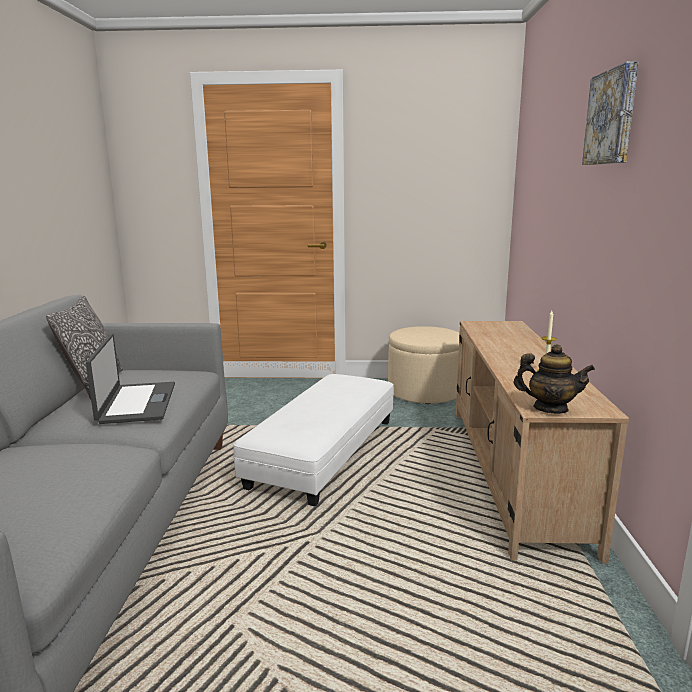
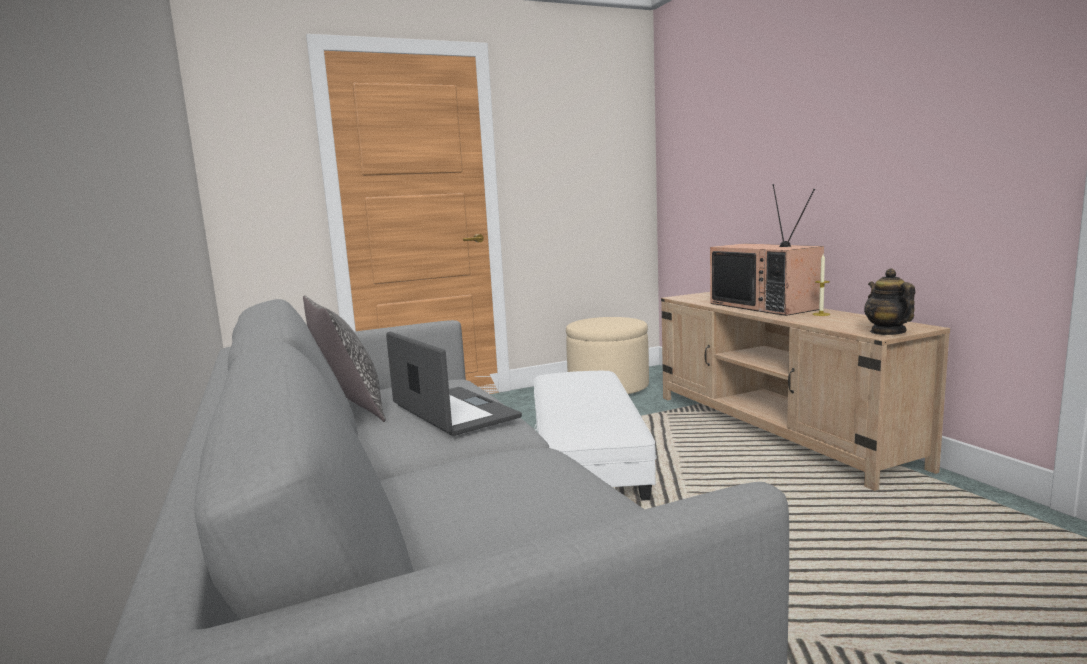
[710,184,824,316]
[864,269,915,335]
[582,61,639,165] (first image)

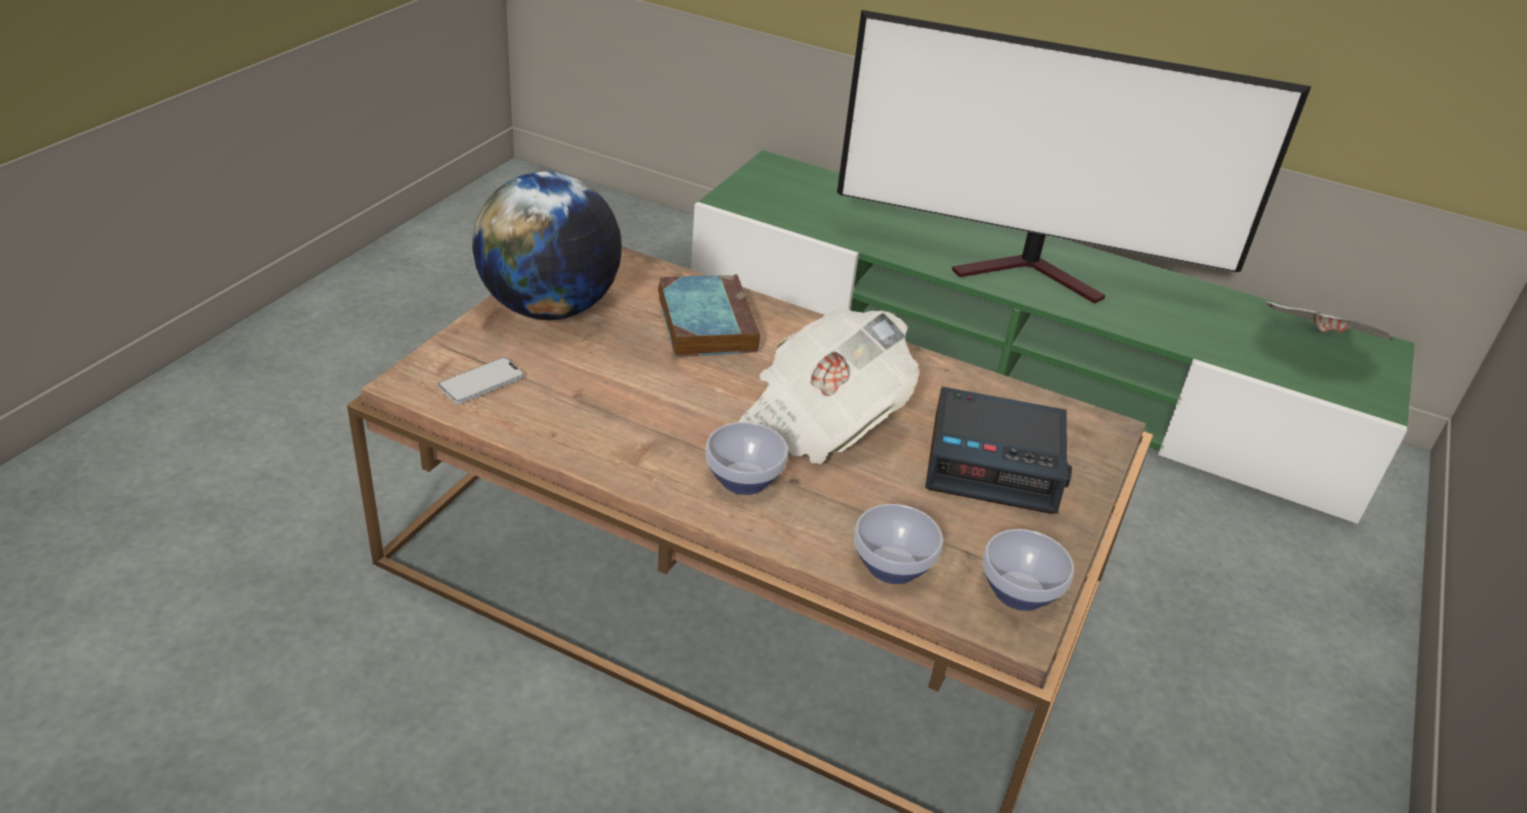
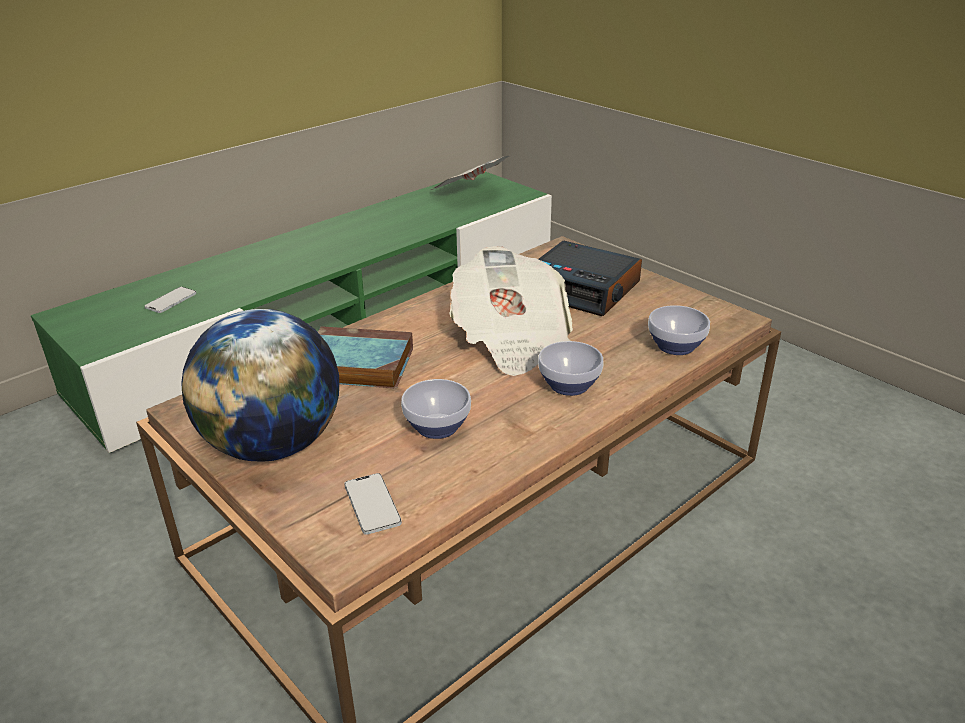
[144,287,197,313]
[401,379,471,439]
[538,241,642,316]
[837,10,1311,304] (first image)

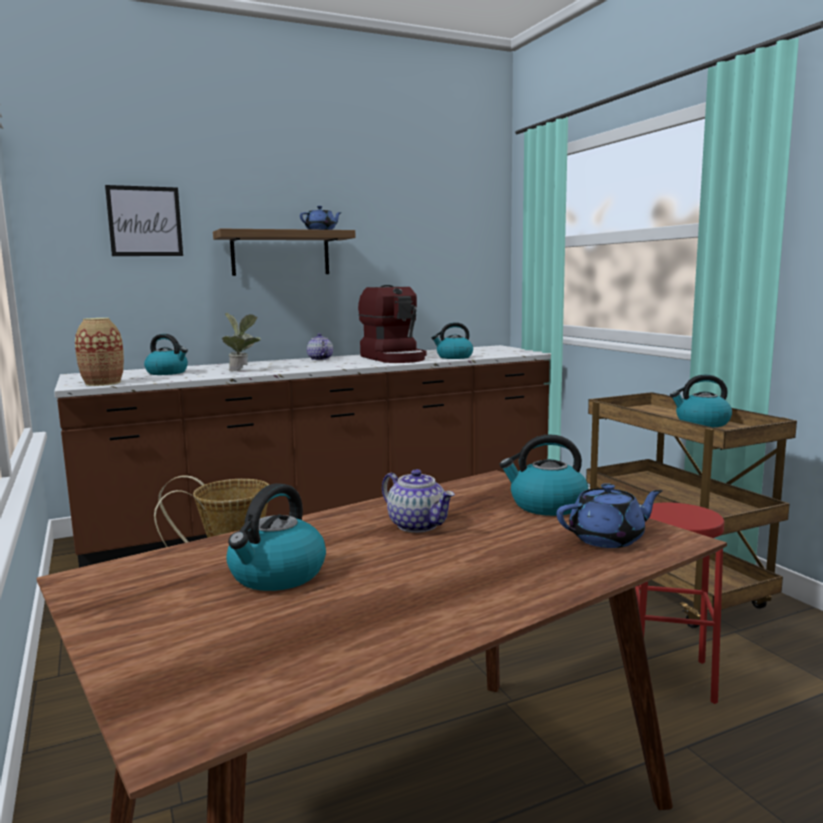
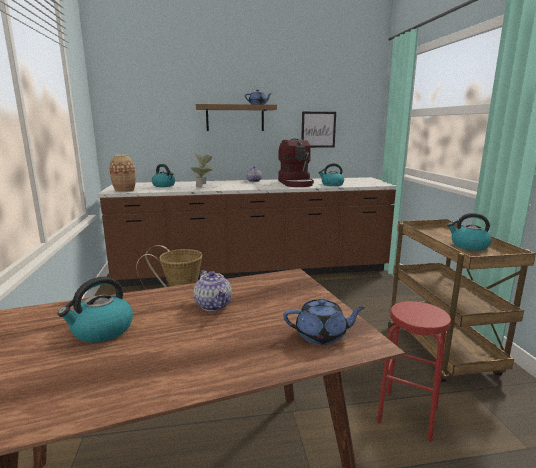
[301,112,336,148]
[499,435,589,516] (first image)

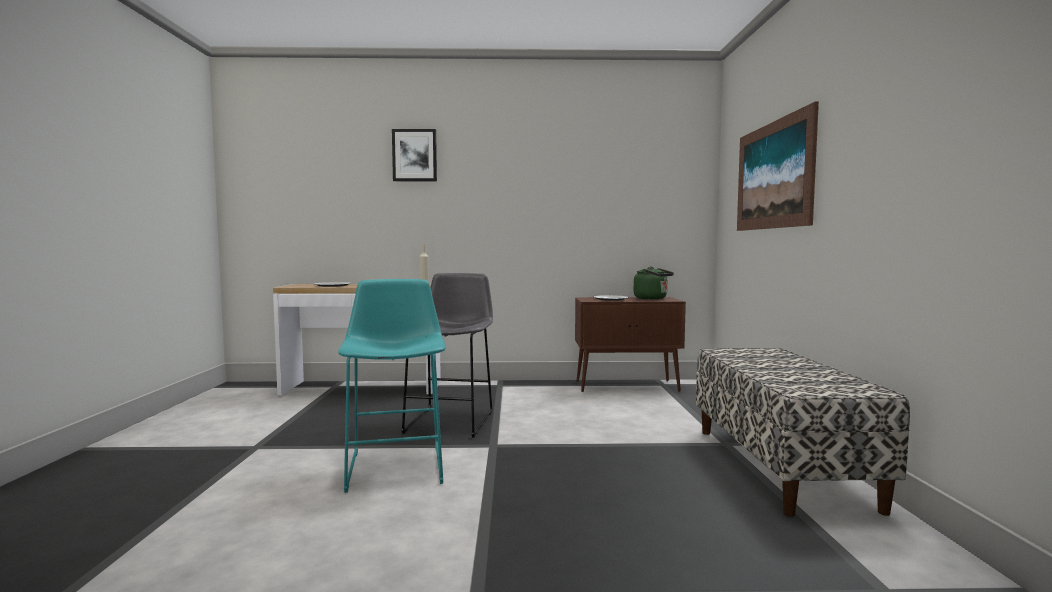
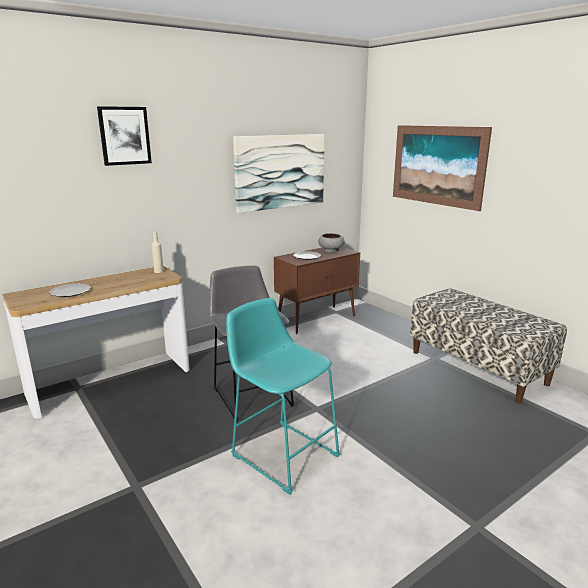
[233,134,325,213]
[318,233,345,252]

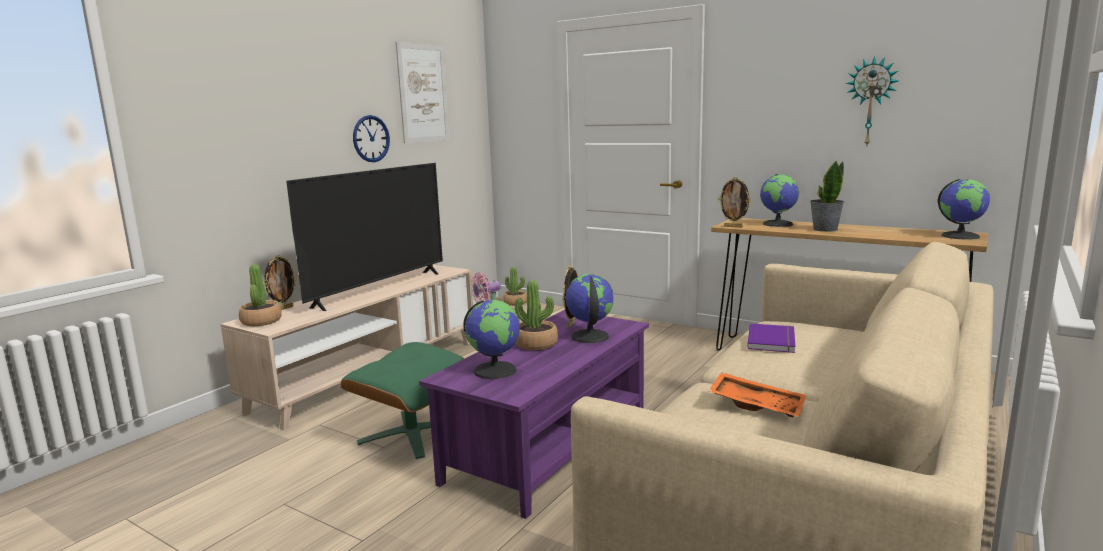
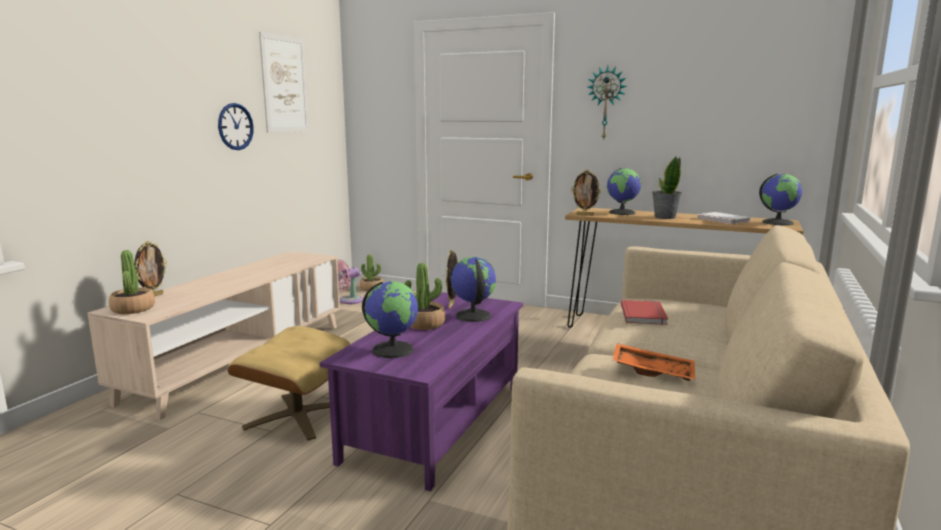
[228,326,350,441]
[588,66,627,139]
[621,300,668,325]
[697,212,751,224]
[286,163,443,311] (first image)

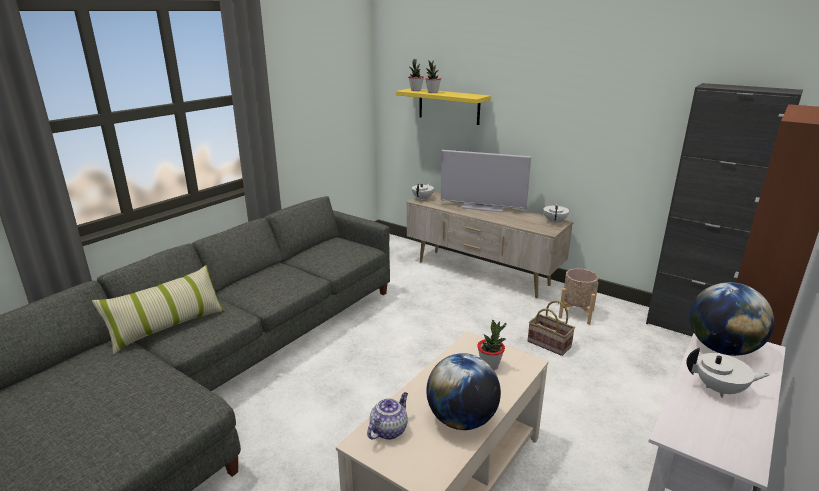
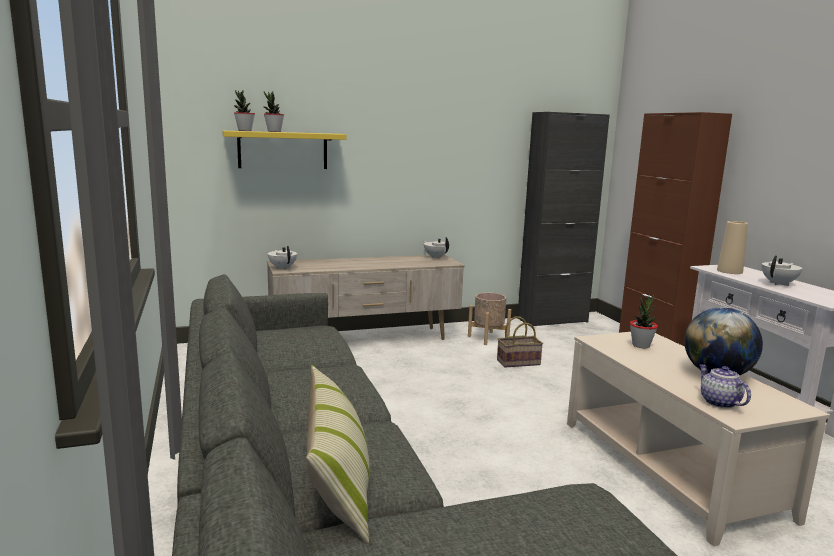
[717,221,748,274]
[441,150,531,213] (first image)

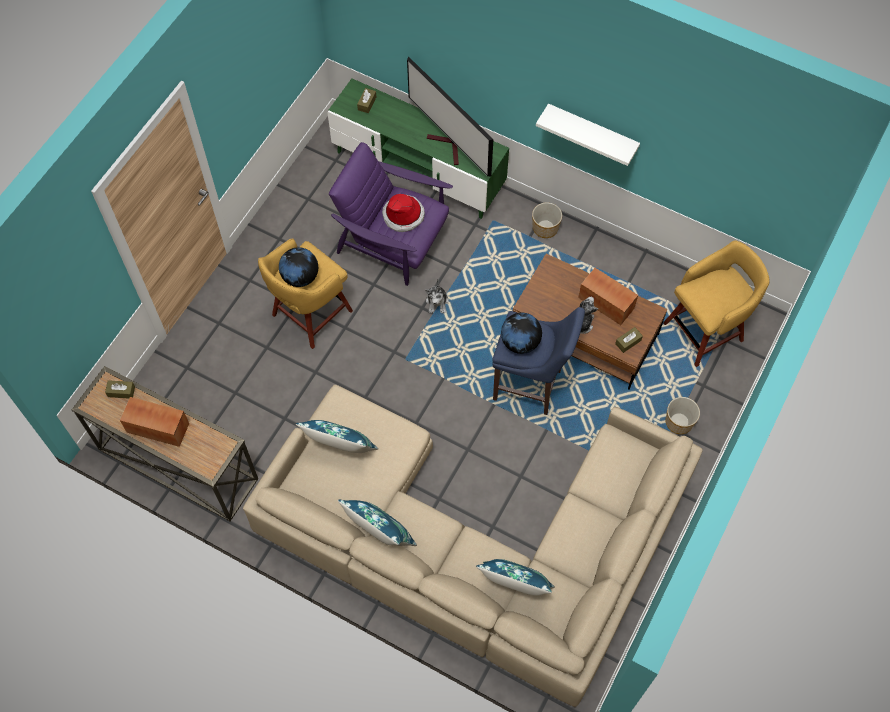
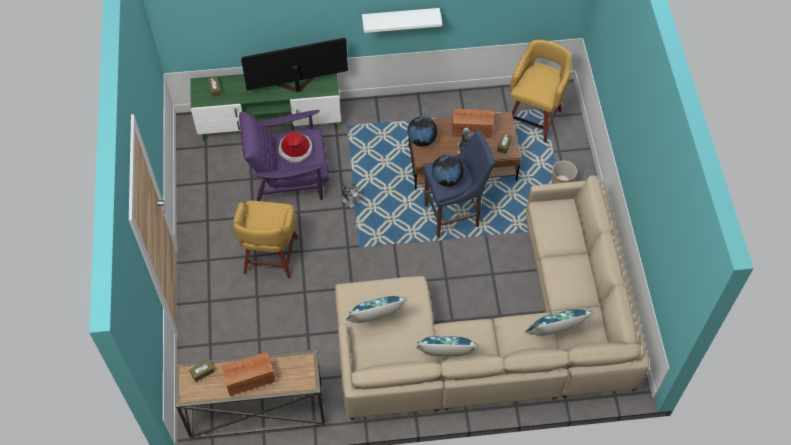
[241,38,348,92]
[407,116,437,146]
[532,202,562,238] (first image)

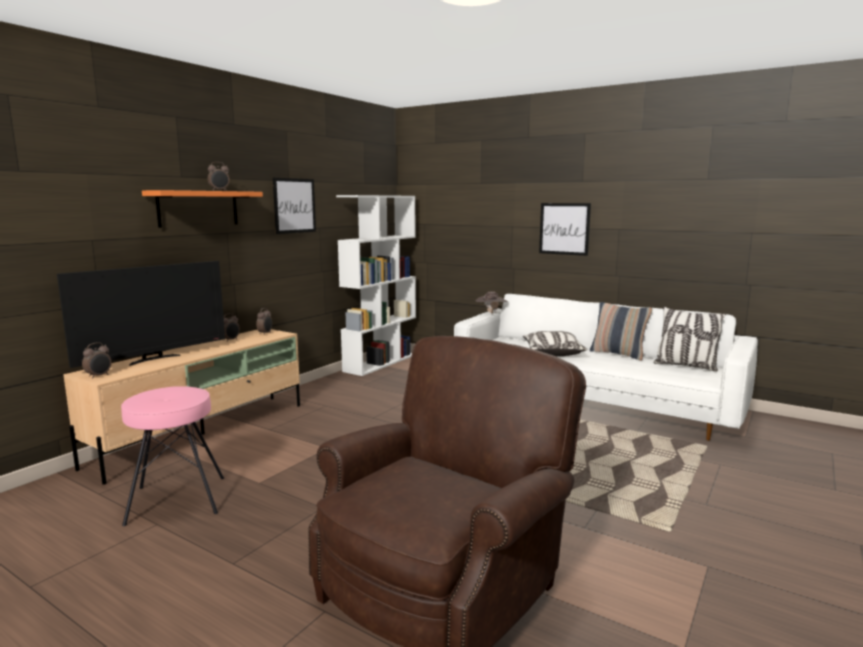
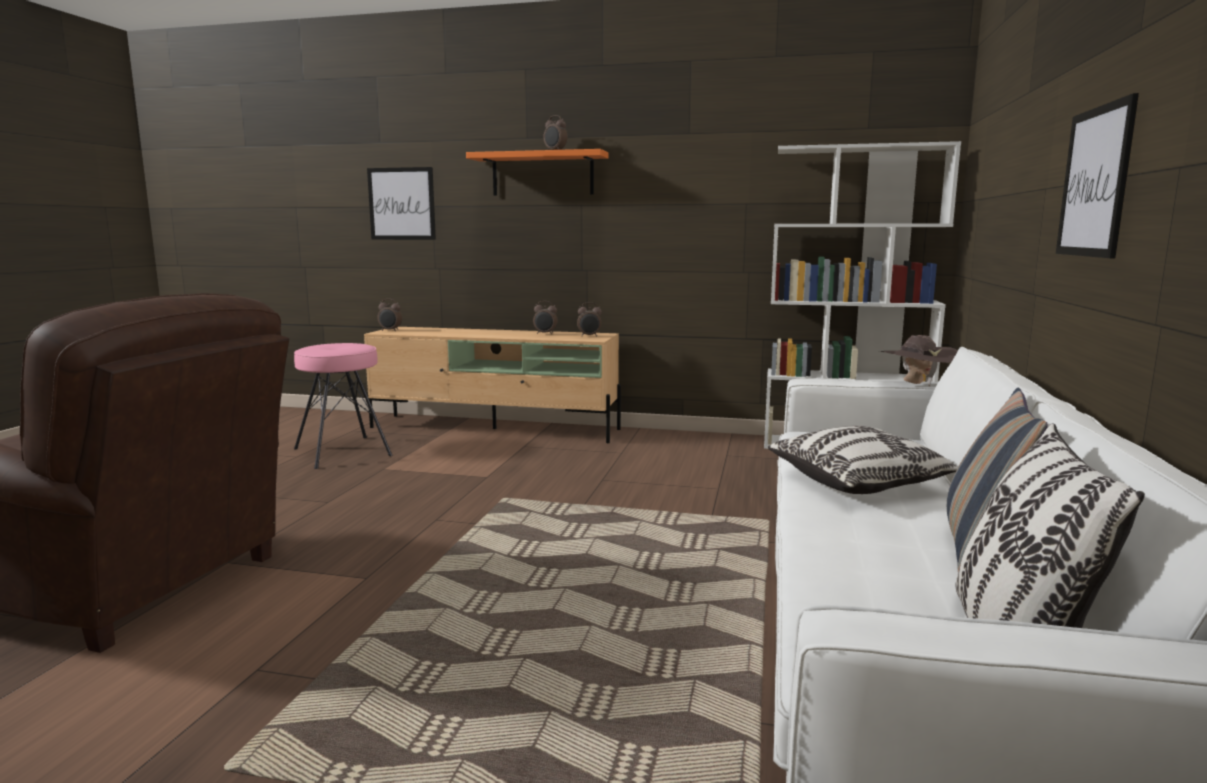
[367,167,436,240]
[57,261,225,368] (first image)

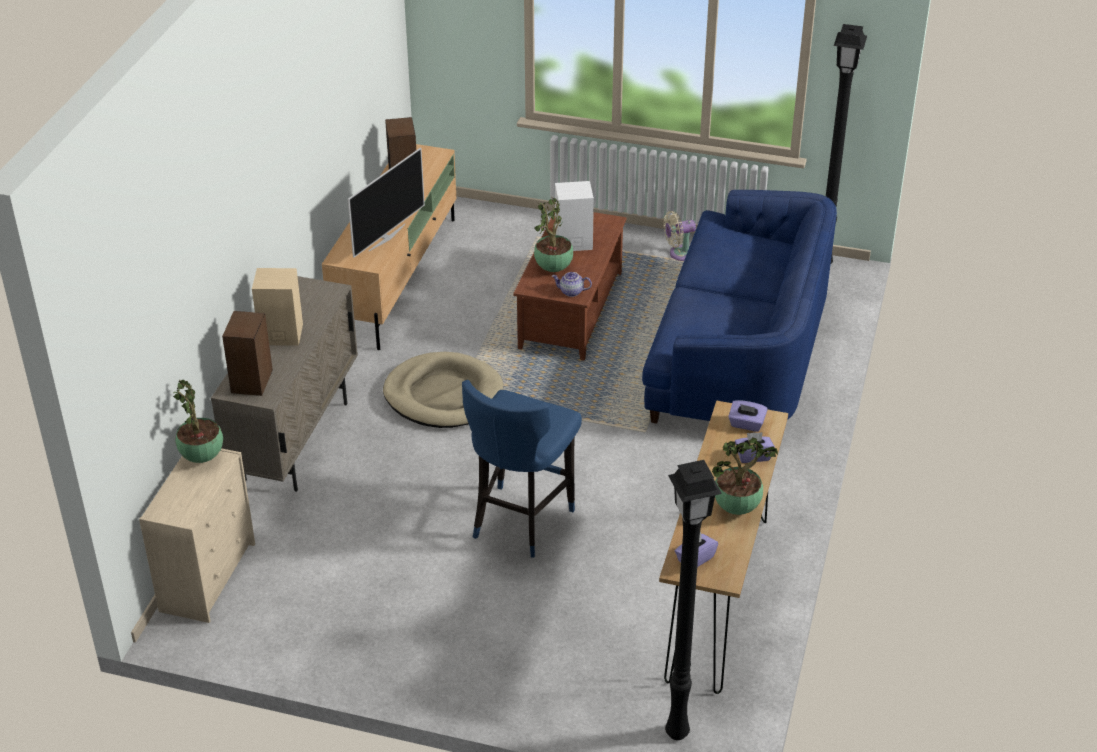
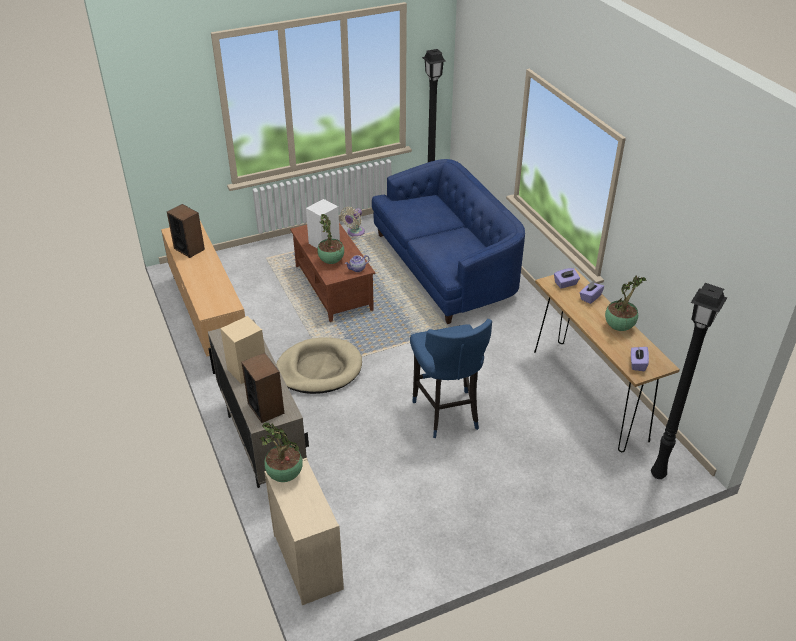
[348,147,425,258] (first image)

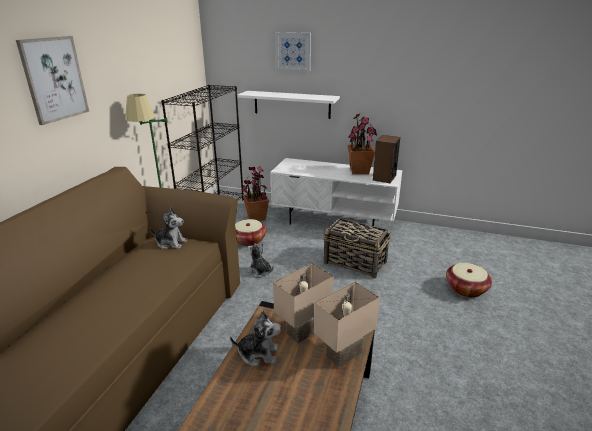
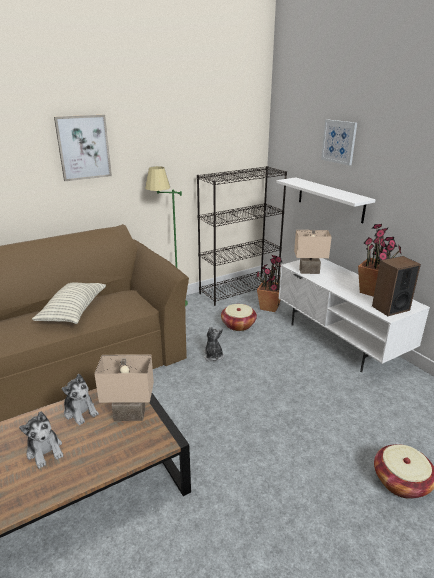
[19,411,63,468]
[32,282,106,324]
[294,230,332,274]
[323,218,391,278] (first image)

